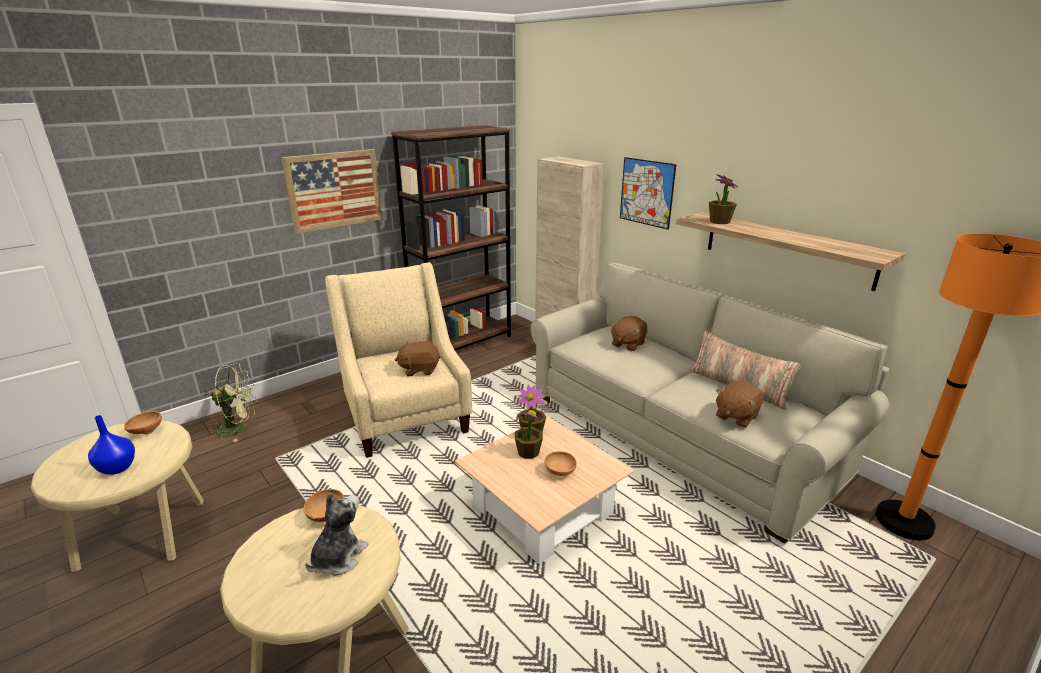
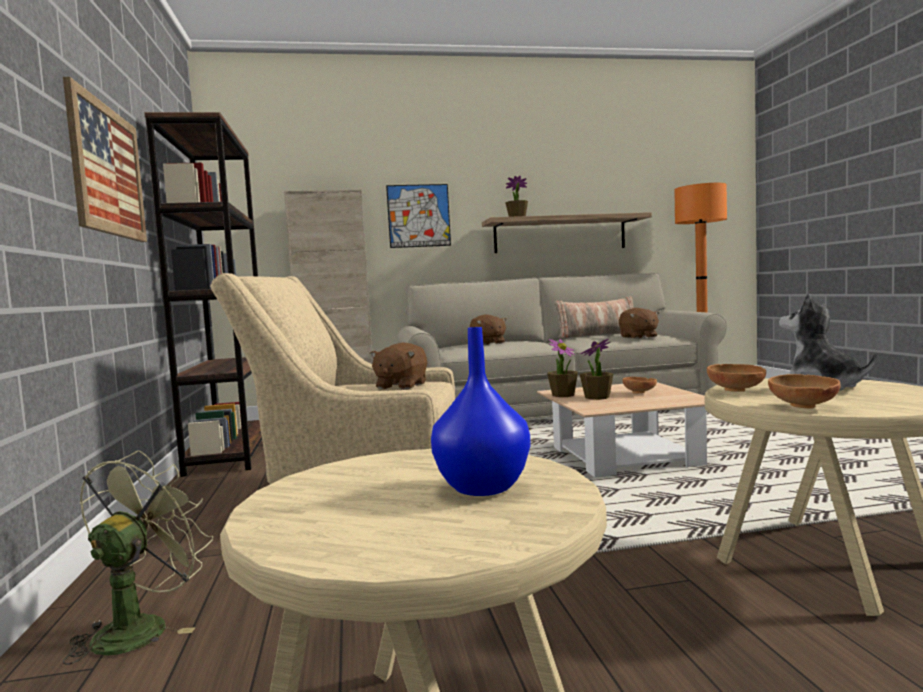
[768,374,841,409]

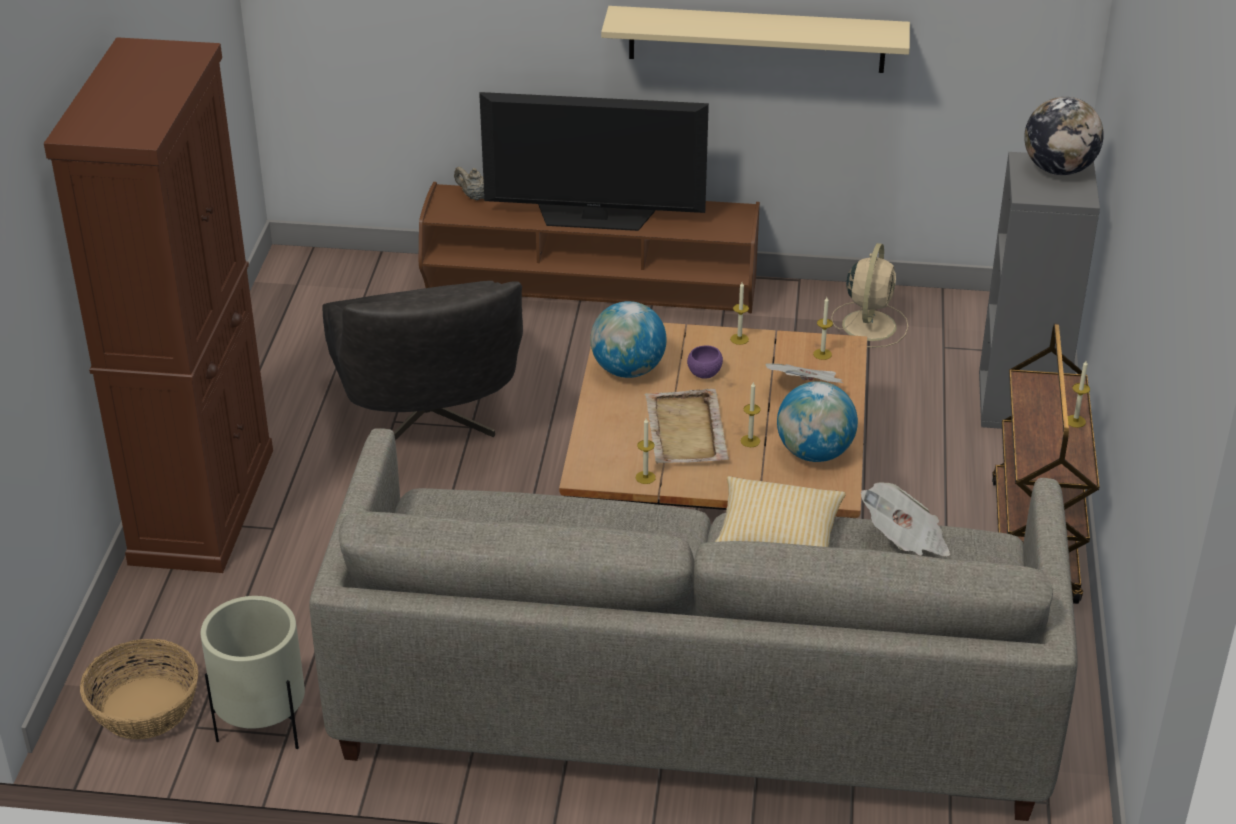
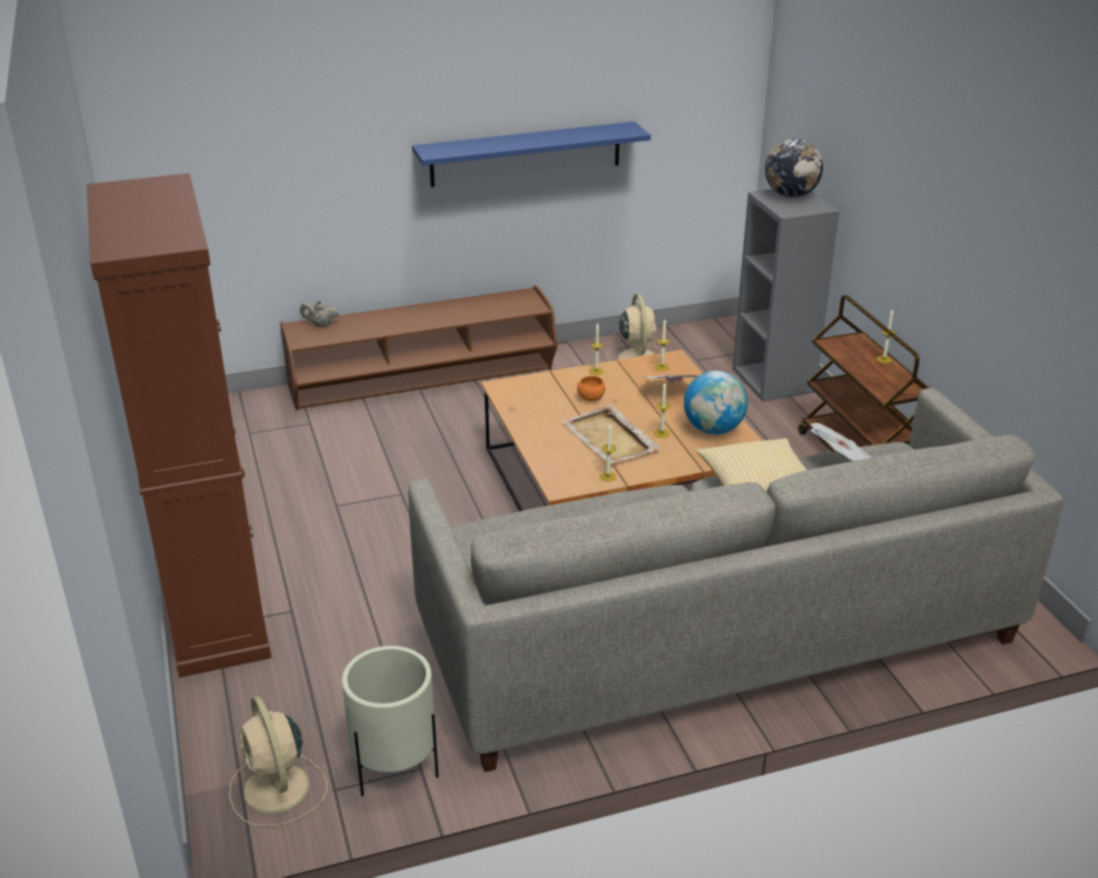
[229,696,327,827]
[412,121,651,187]
[577,376,605,402]
[322,281,523,440] (first image)
[479,92,709,231] (first image)
[590,301,667,378] (first image)

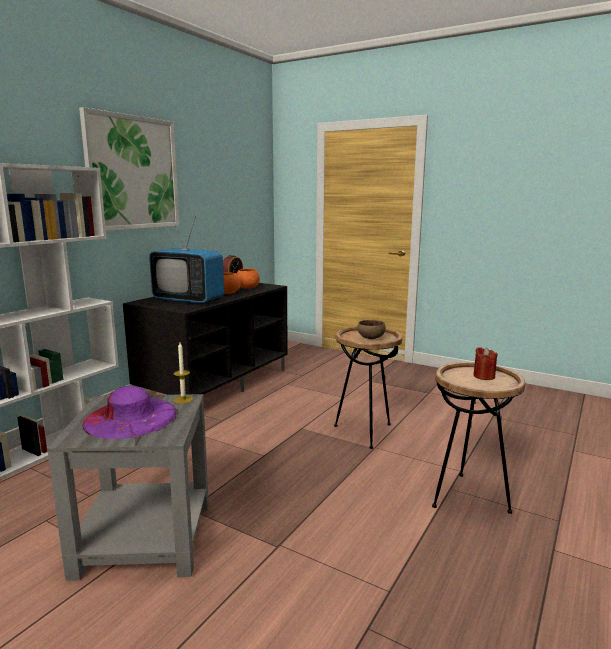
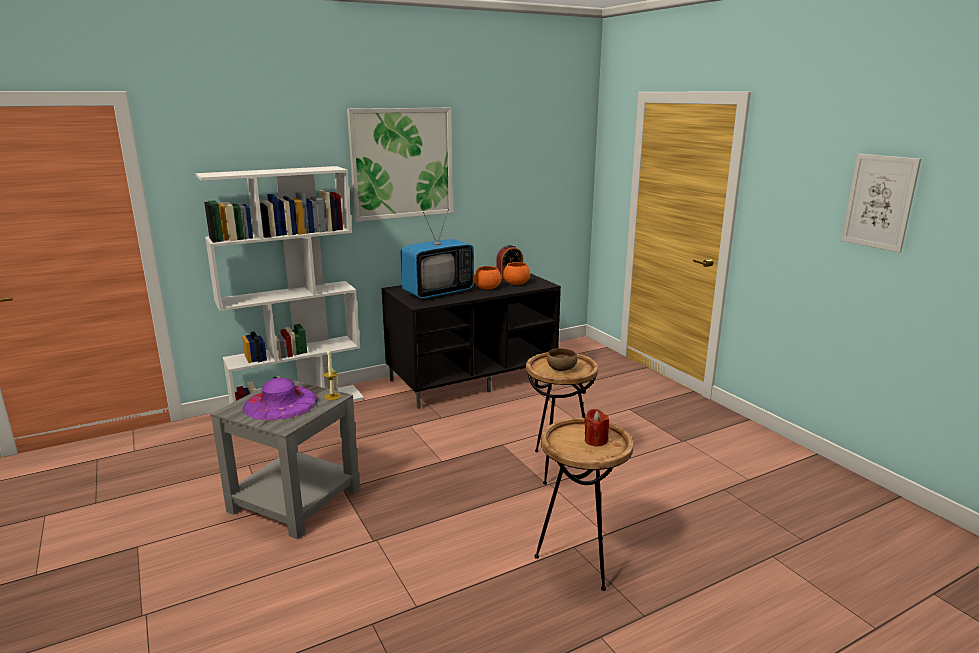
[401,209,474,299]
[841,154,921,253]

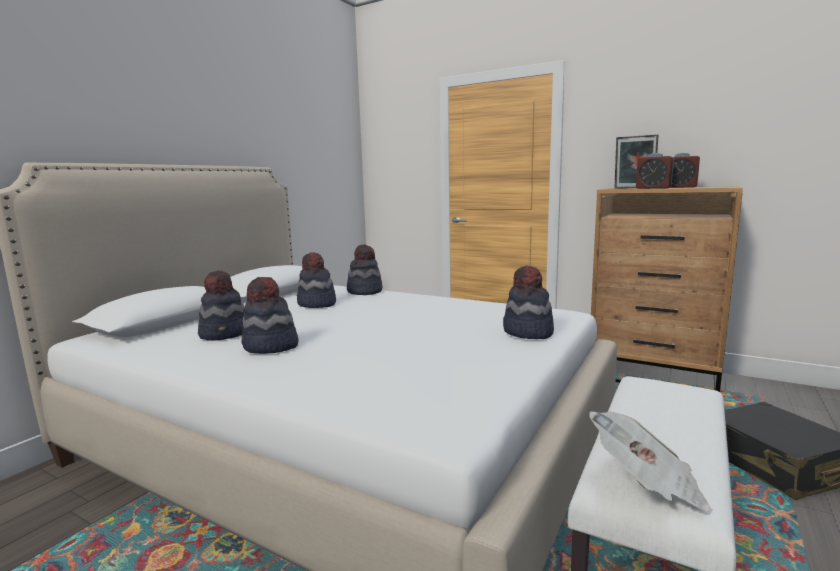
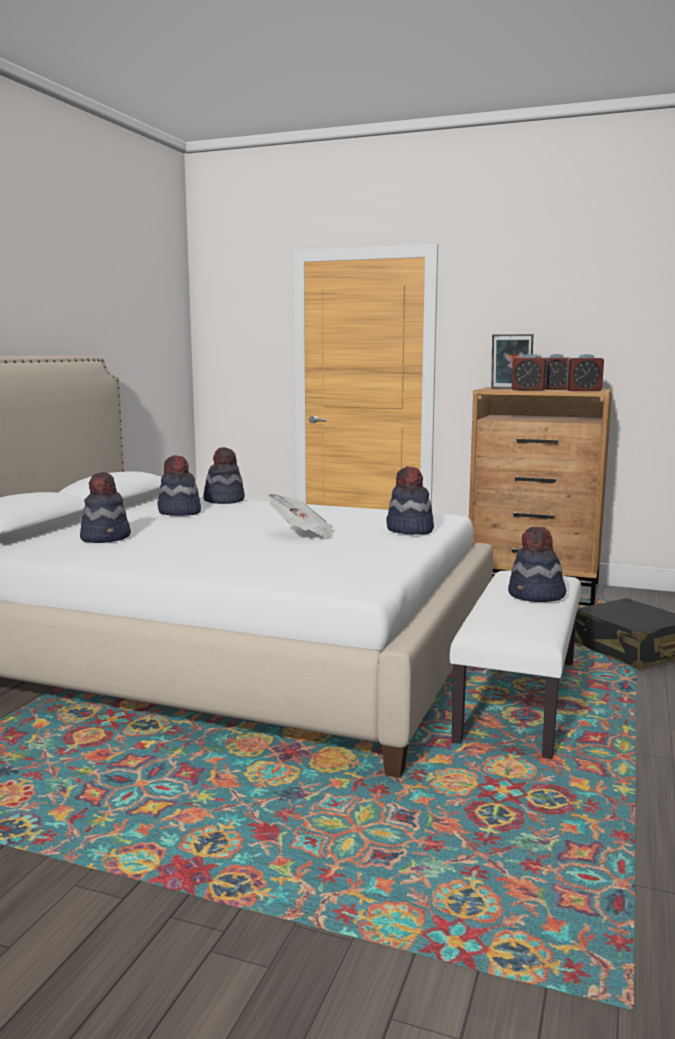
[268,493,333,539]
[508,527,566,602]
[566,354,604,391]

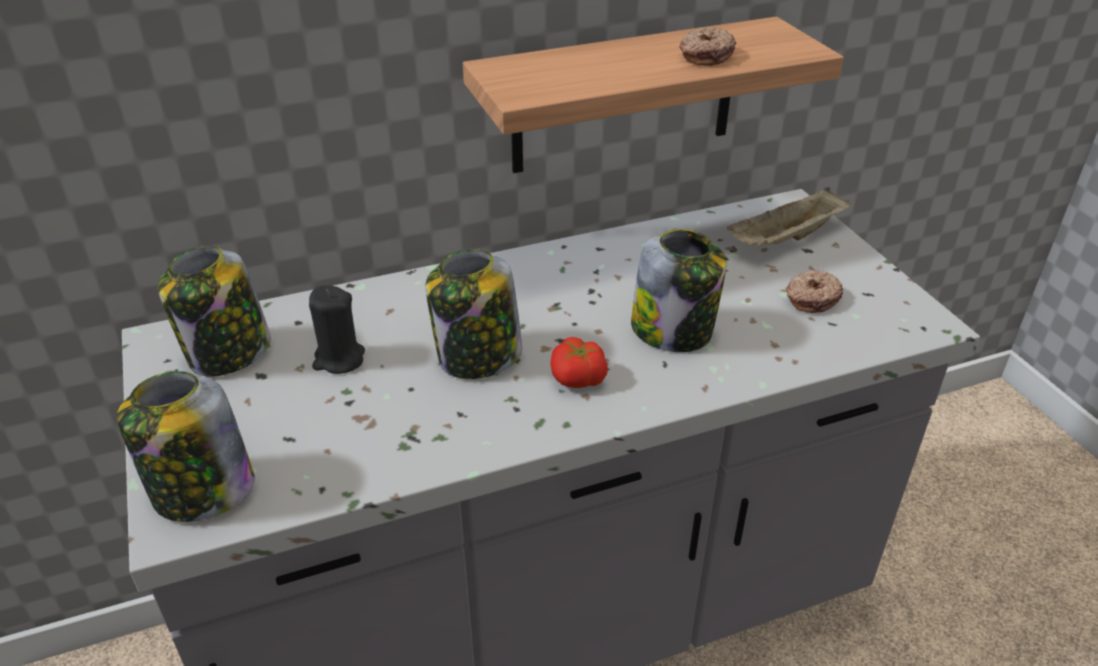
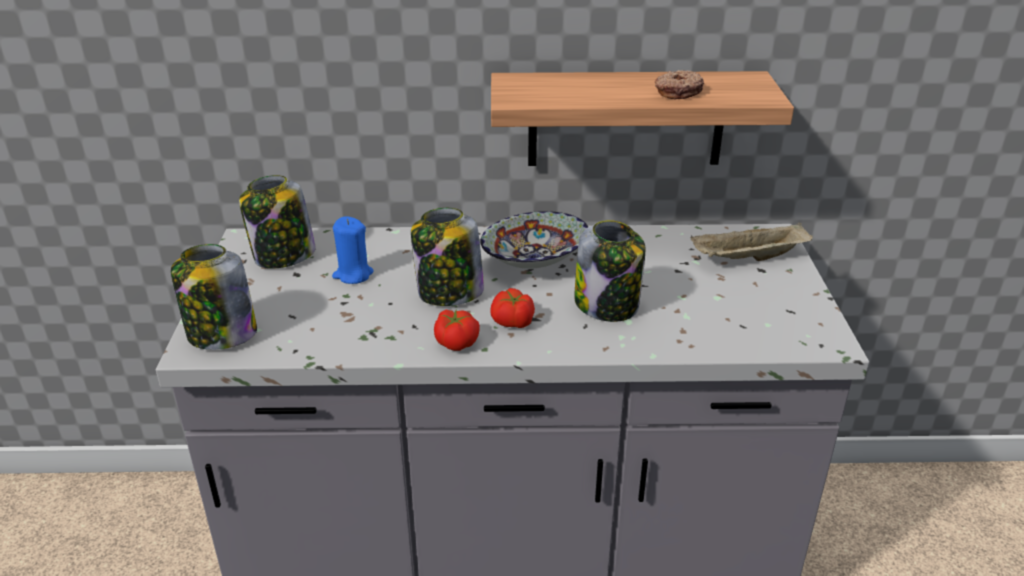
[332,216,374,284]
[434,309,480,351]
[480,211,588,269]
[786,270,843,313] (first image)

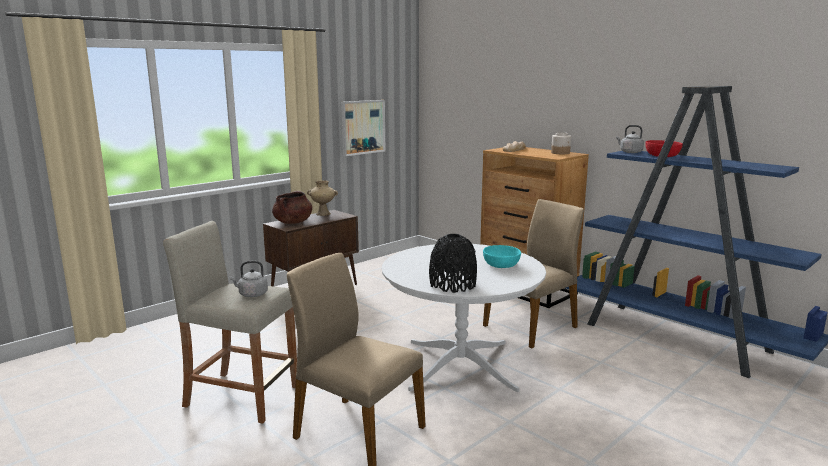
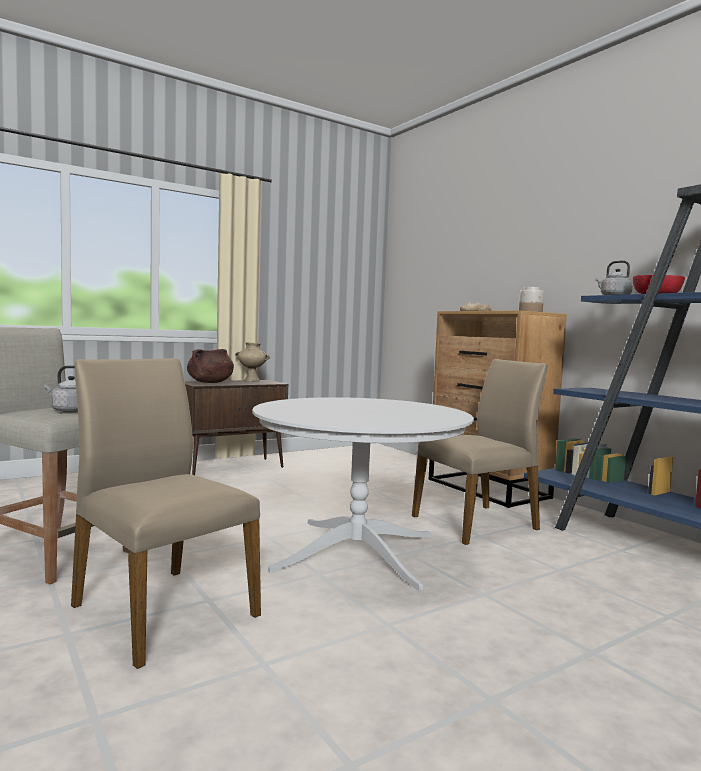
[341,100,385,156] (first image)
[429,234,477,293] (first image)
[483,245,521,268] (first image)

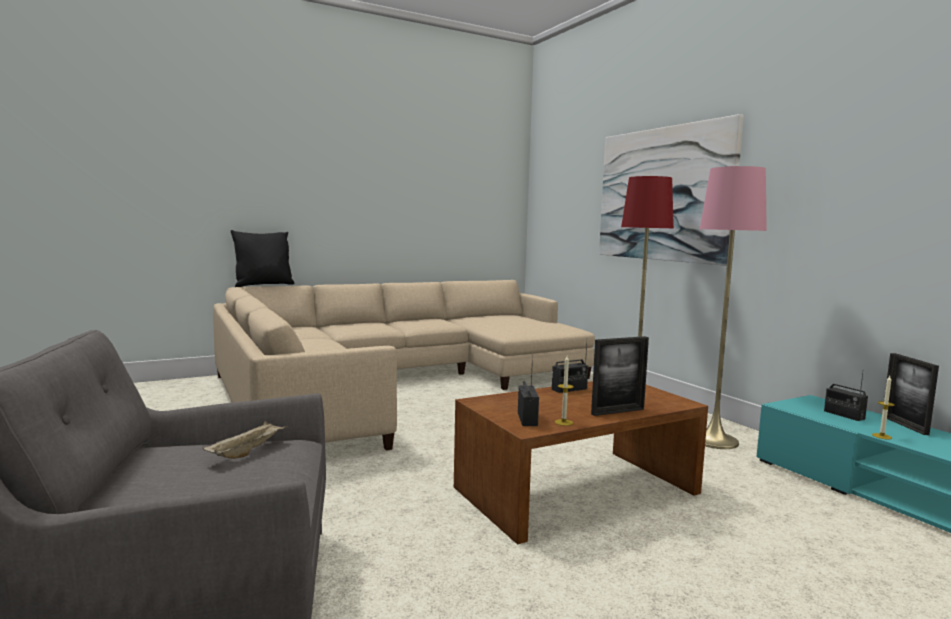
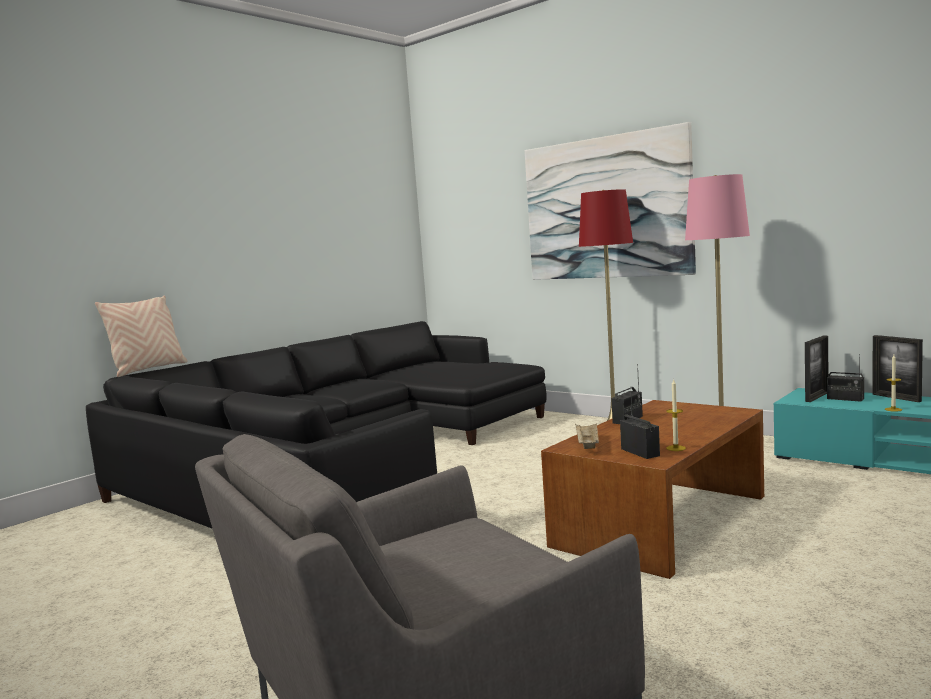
[86,321,547,528]
[95,295,187,377]
[575,423,599,449]
[805,336,828,402]

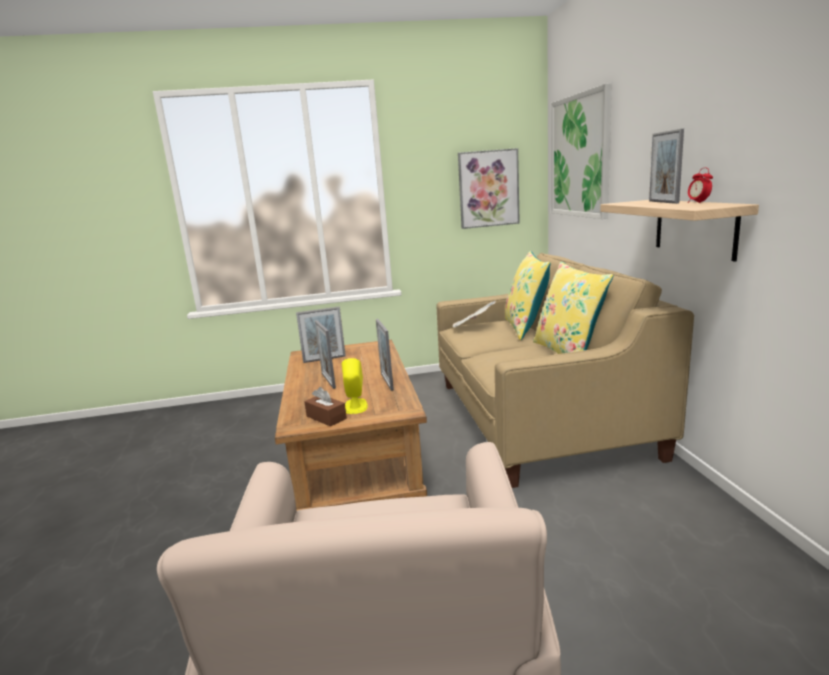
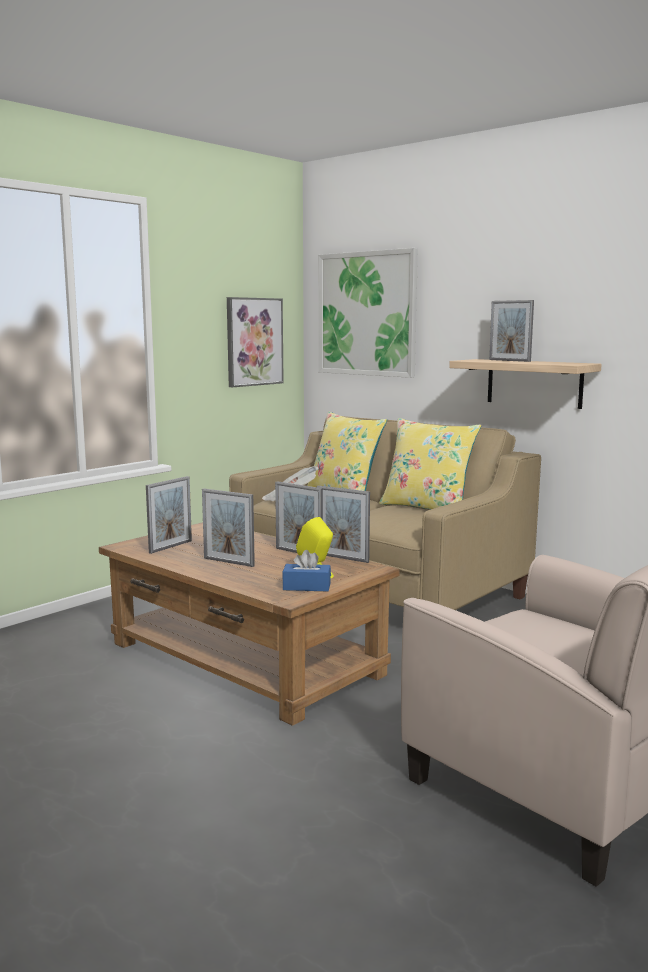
[282,550,331,592]
[317,485,370,563]
[688,168,713,203] (first image)

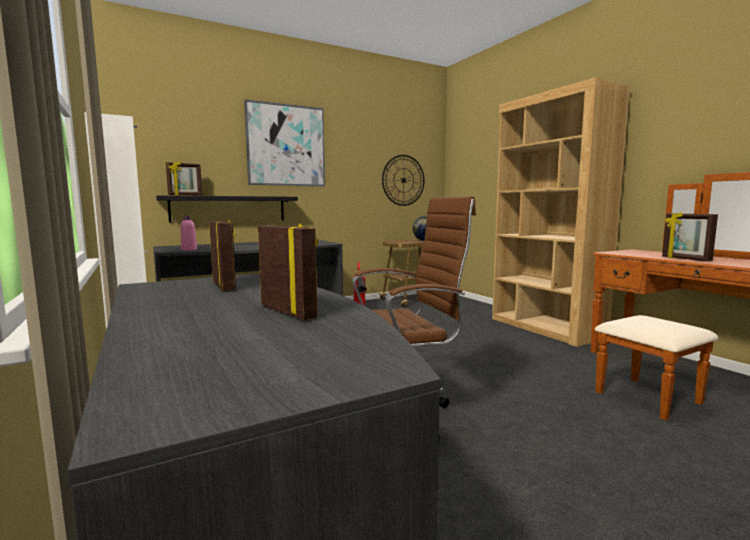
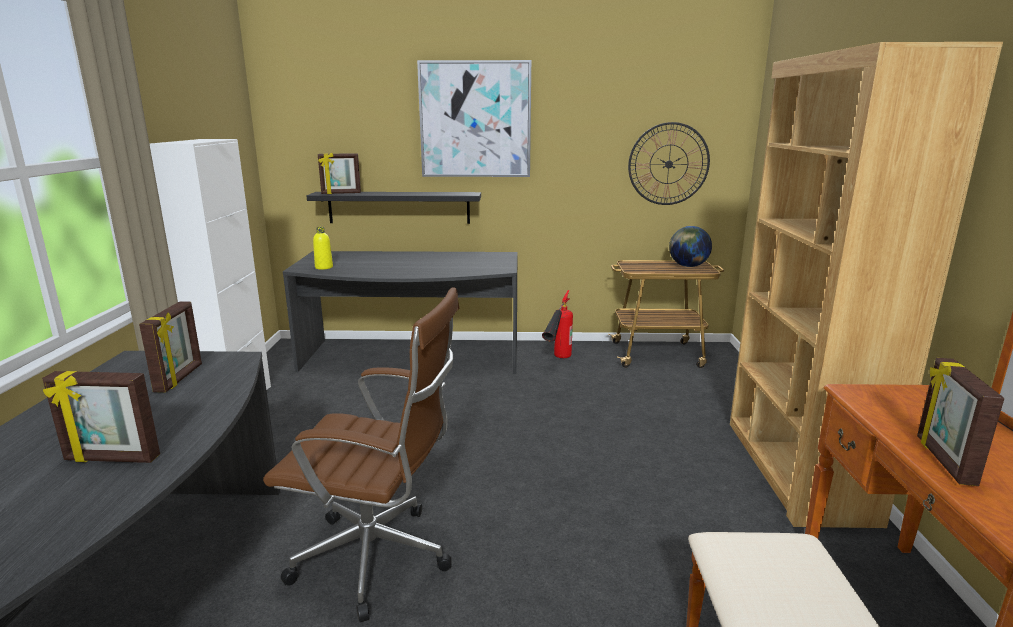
[42,371,160,463]
[313,227,333,270]

